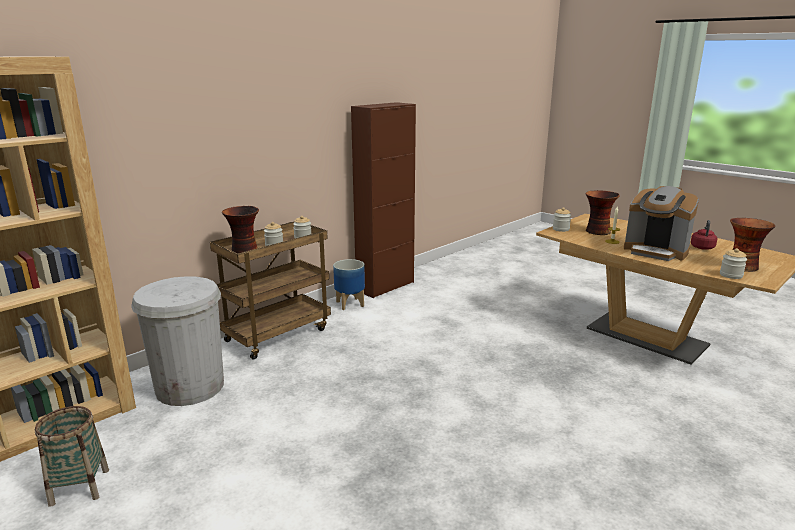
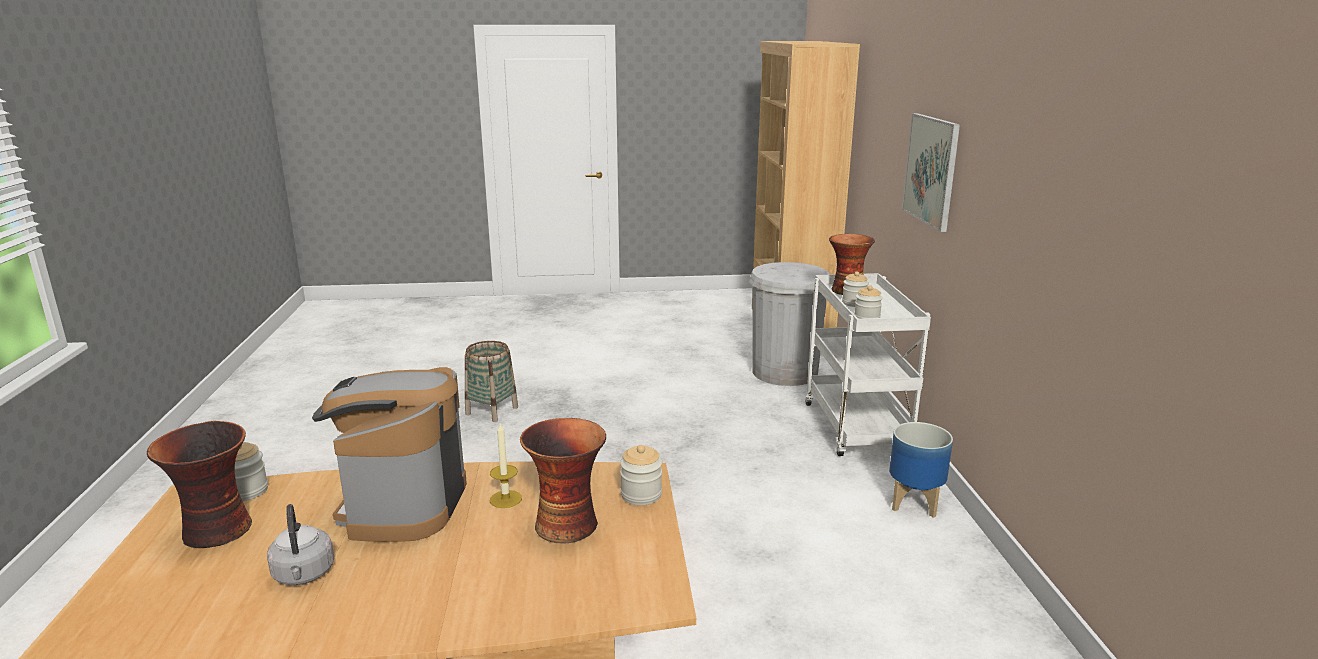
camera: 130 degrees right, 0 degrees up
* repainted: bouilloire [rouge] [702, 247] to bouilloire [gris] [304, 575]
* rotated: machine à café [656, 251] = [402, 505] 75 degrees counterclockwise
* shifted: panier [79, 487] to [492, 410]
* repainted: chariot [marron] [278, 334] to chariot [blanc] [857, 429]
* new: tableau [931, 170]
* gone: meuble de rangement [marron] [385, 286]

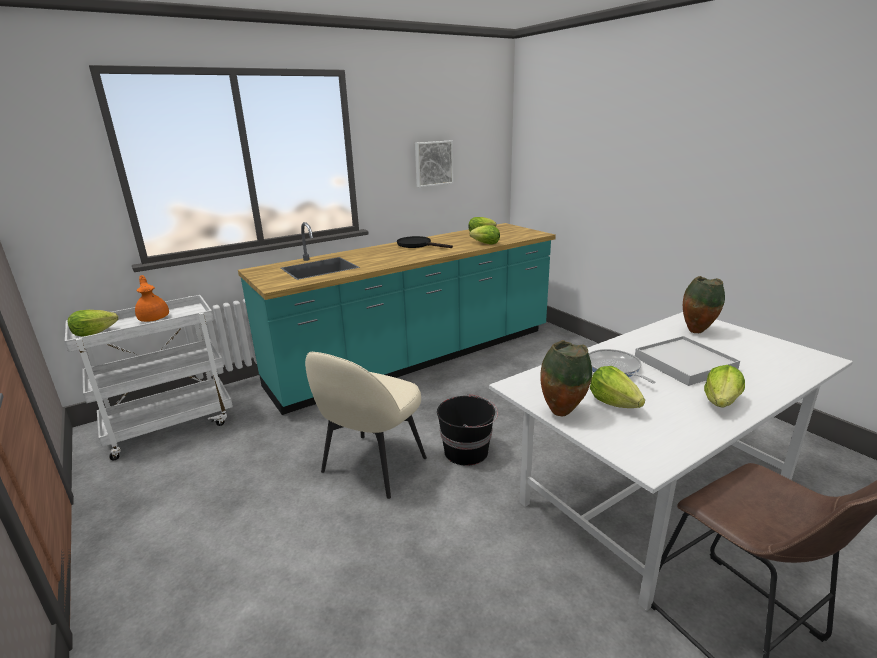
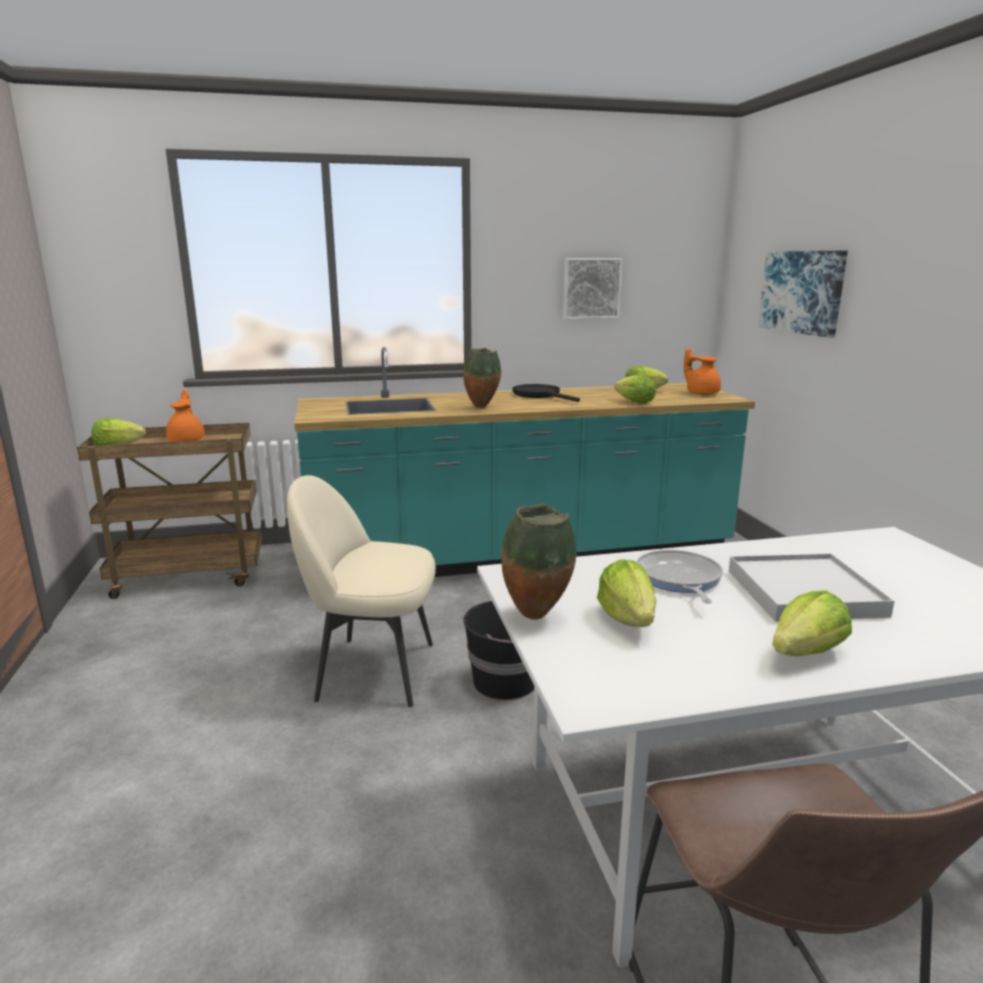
camera: 20 degrees right, 5 degrees down
* repainted: chariot [blanc] [171, 425] to chariot [marron] [191, 576]
* rotated: chaise [beige] [372, 466] = [372, 670] 45 degrees clockwise
* shifted: vase [697, 331] to [482, 407]
* new: théière [orange] [701, 393]
* new: tableau [802, 292]

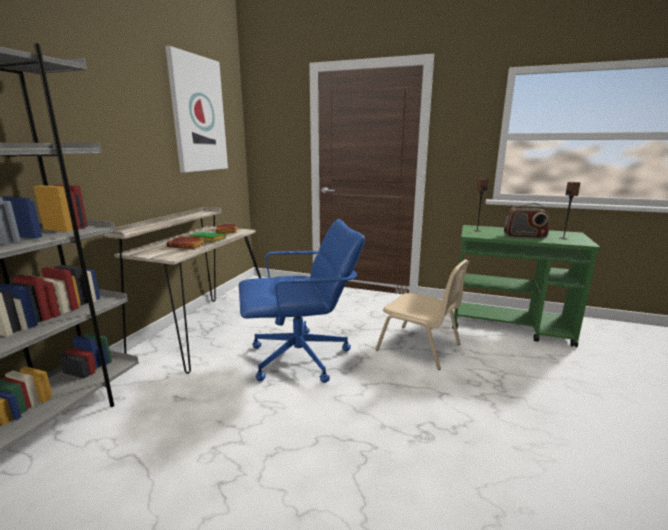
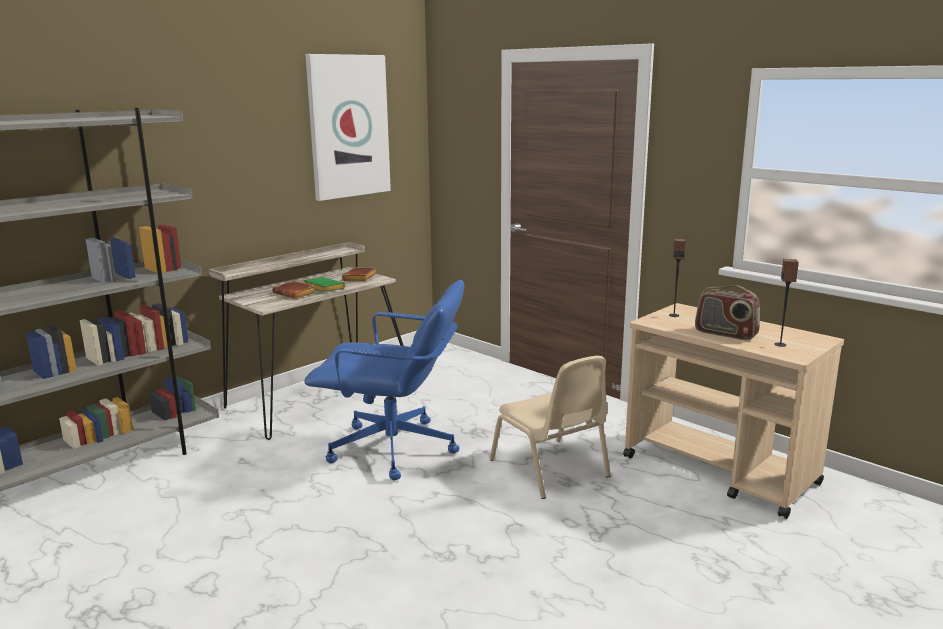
camera: 25 degrees right, 0 degrees up
* repainted: chariot [vert] [510, 326] to chariot [beige] [720, 471]

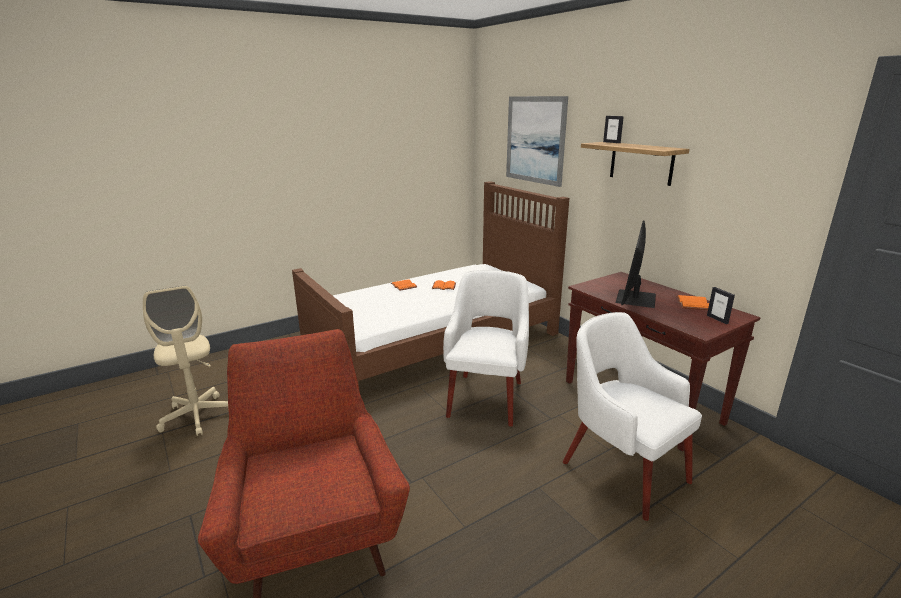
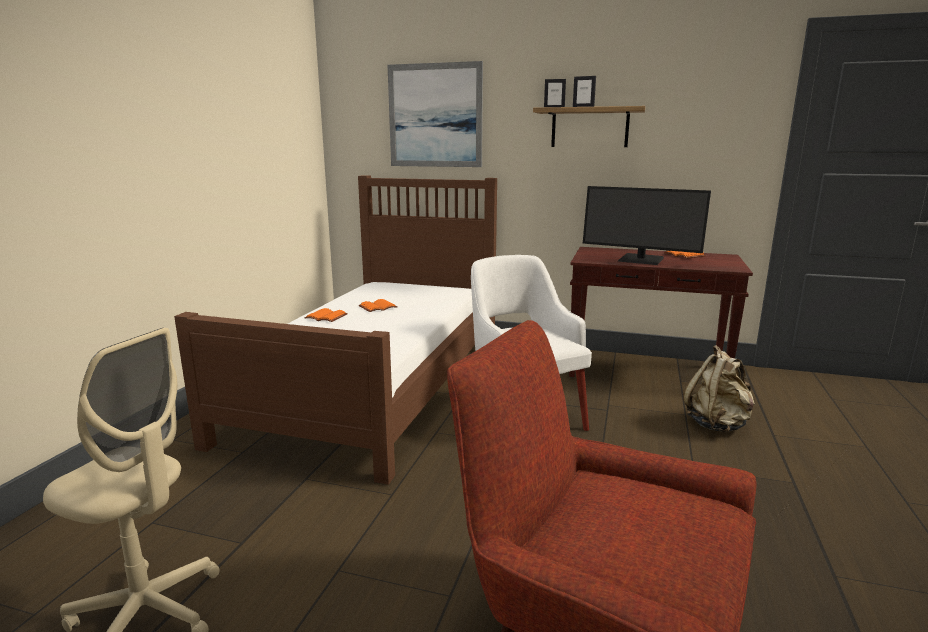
camera: 40 degrees left, 5 degrees down
* shifted: cadre photo [717, 319] to [583, 107]
* rotated: écran d'ordinateur [634, 298] = [640, 260] 45 degrees counterclockwise
* swapped: fauteuil [blanc] [621, 469] to sac à dos [beige] [717, 424]

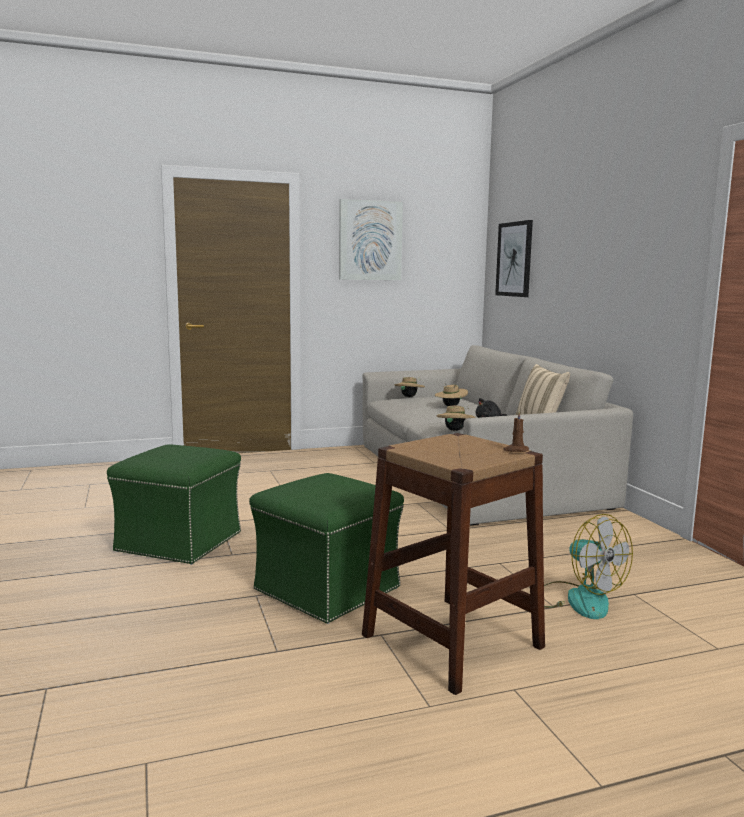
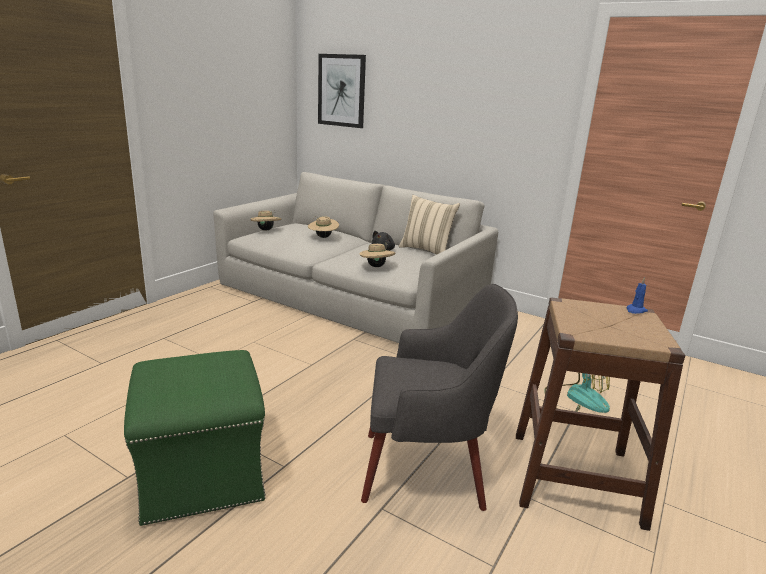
camera: 40 degrees left, 10 degrees up
* swapped: pouf [vert] [326, 589] to fauteuil [gris] [425, 469]
* repainted: bougie [marron] [515, 450] to bougie [bleu] [635, 310]
* gone: tableau [370, 240]

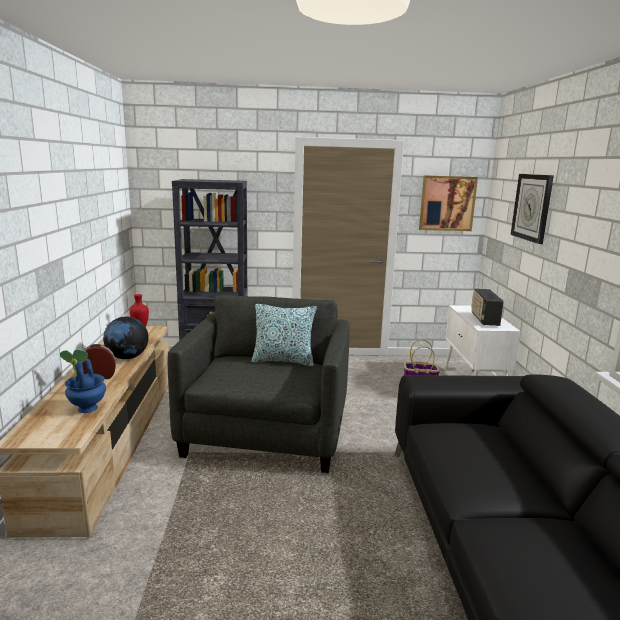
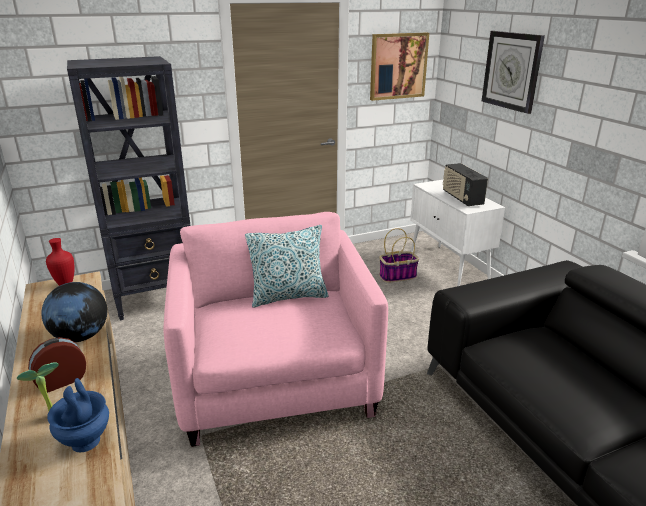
camera: 20 degrees left, 10 degrees up
* repainted: fauteuil [gris] [267, 432] to fauteuil [rose] [275, 381]

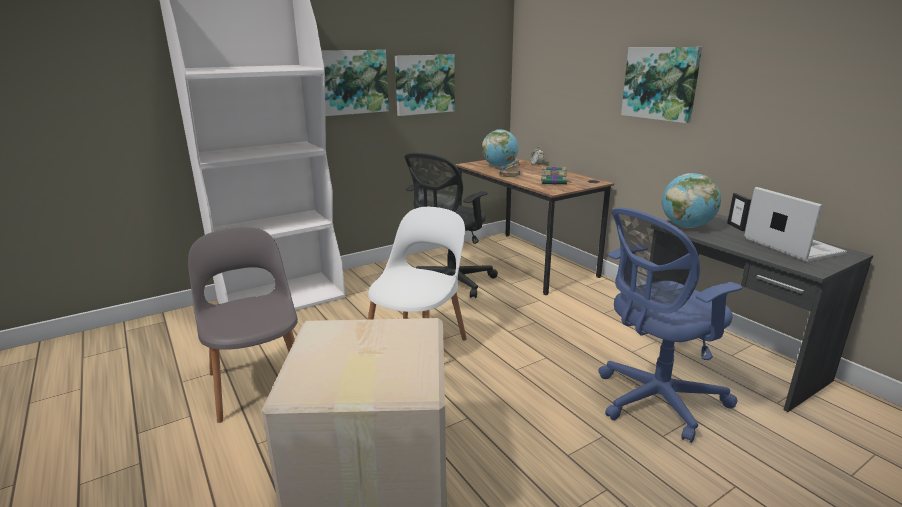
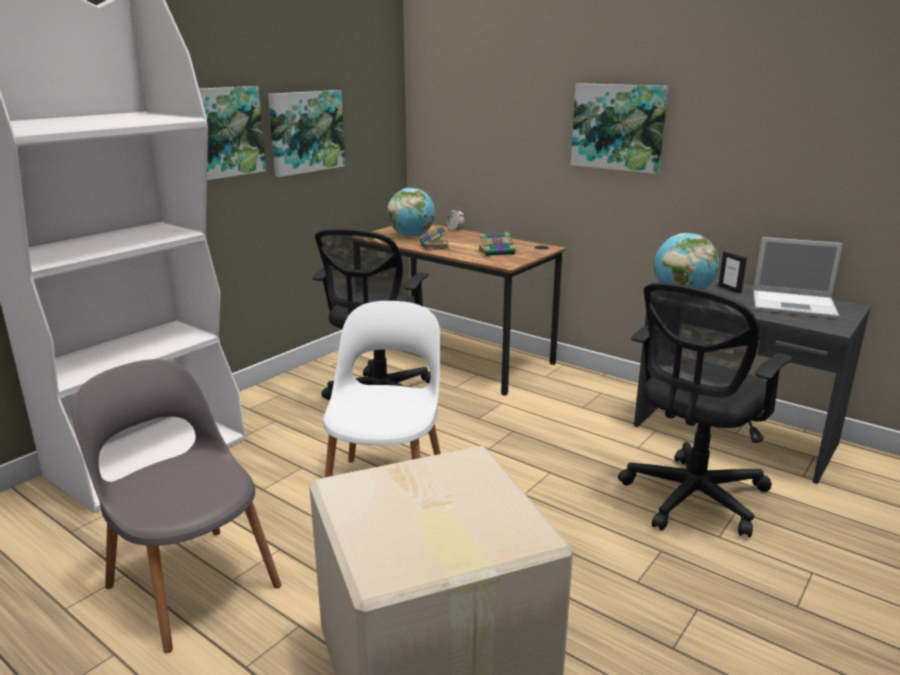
camera: 20 degrees left, 0 degrees up
* repainted: chaise de bureau [bleu] [654, 401] to chaise de bureau [noir] [690, 499]
* rotated: ordinateur portable [790, 245] = [795, 305] 150 degrees clockwise

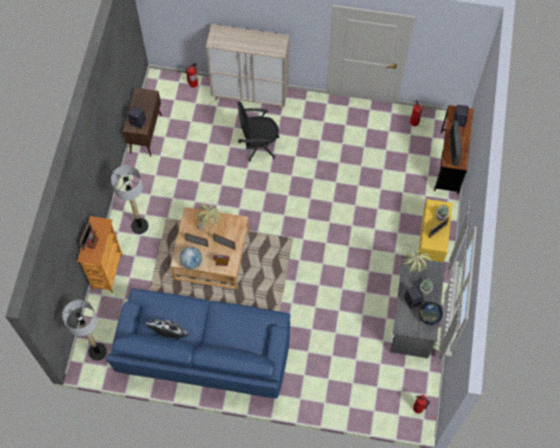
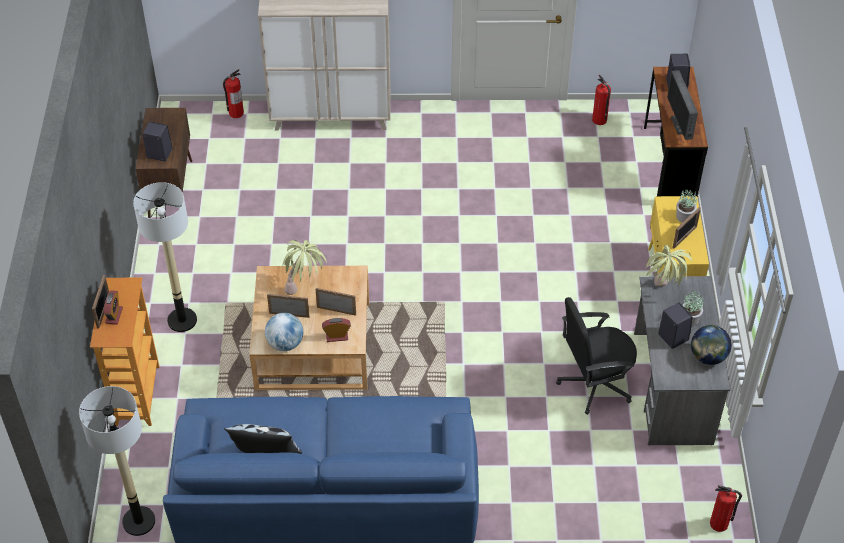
camera: 10 degrees left, 15 degrees down
* shifted: chaise de bureau [noir] [258, 145] to [594, 383]

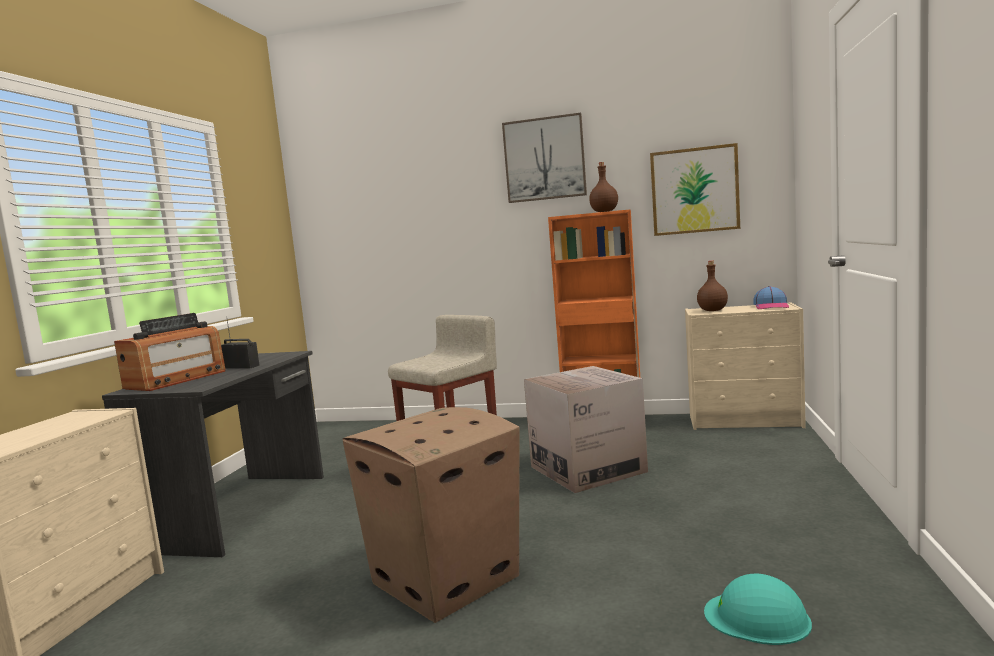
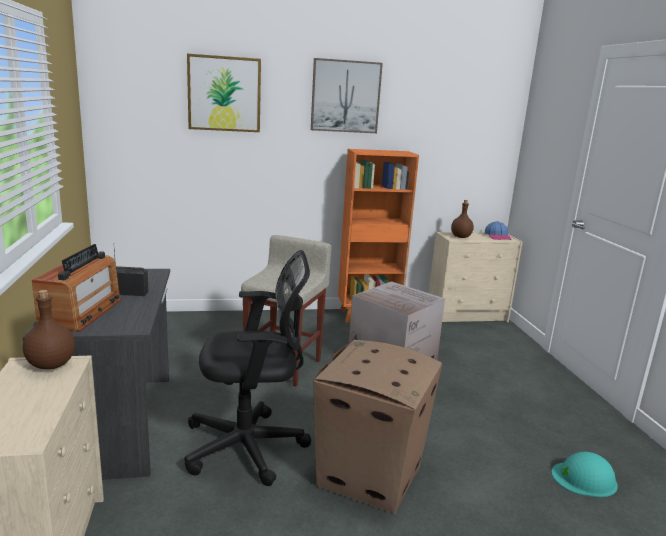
camera: 25 degrees left, 10 degrees up
* shifted: bouteille [marron] [604, 212] to [51, 364]
* new: chaise de bureau [noir] [250, 447]
* shifted: tableau [694, 190] to [224, 94]

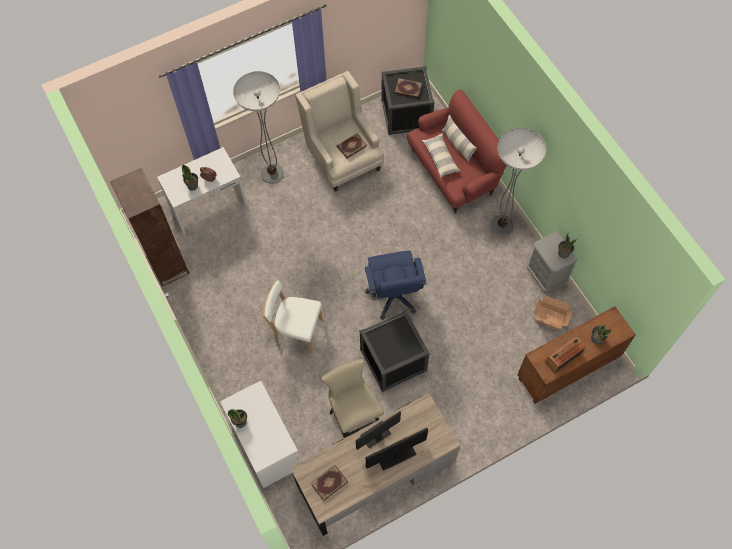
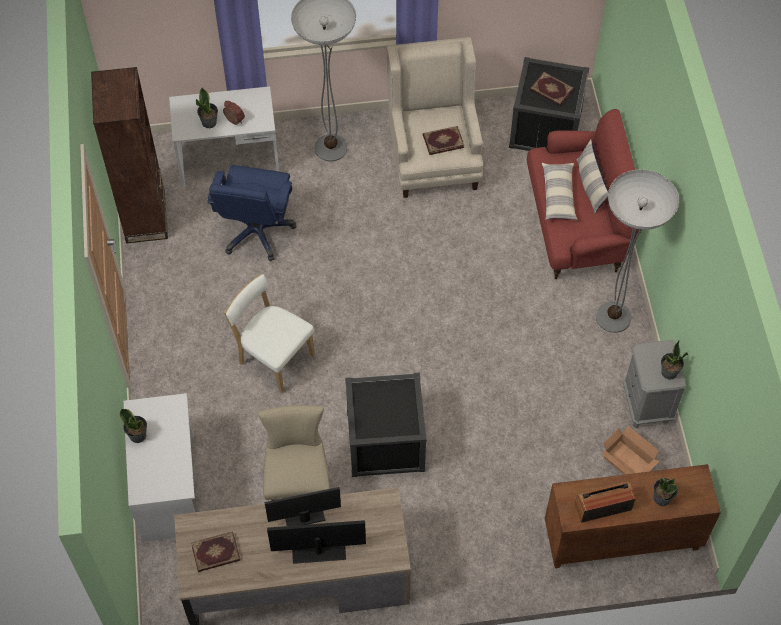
camera: 20 degrees right, 5 degrees down
* shifted: chaise de bureau [bleu] [394, 296] to [256, 231]

